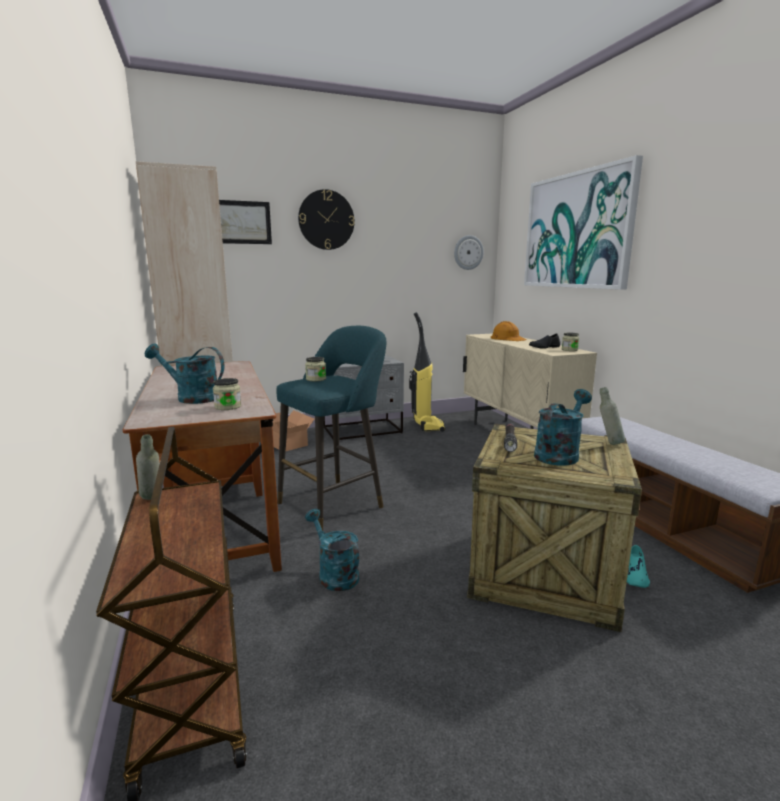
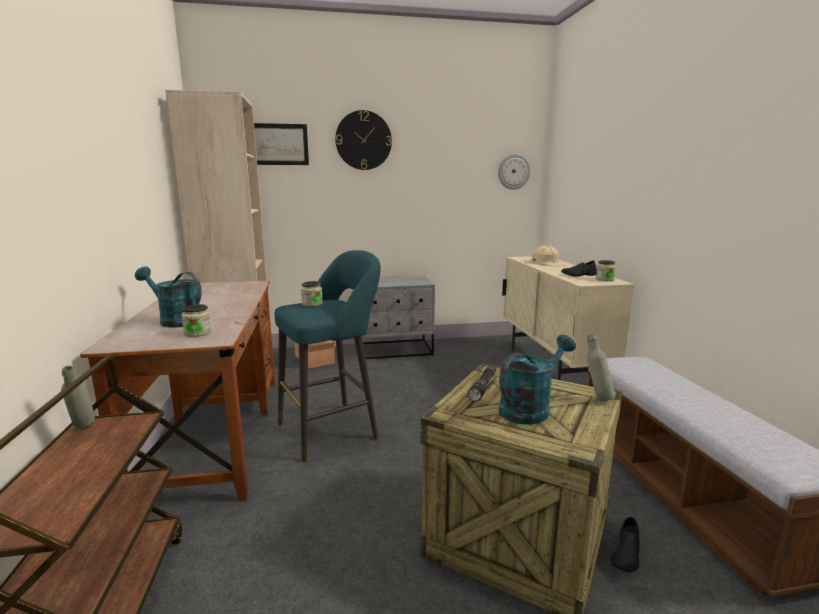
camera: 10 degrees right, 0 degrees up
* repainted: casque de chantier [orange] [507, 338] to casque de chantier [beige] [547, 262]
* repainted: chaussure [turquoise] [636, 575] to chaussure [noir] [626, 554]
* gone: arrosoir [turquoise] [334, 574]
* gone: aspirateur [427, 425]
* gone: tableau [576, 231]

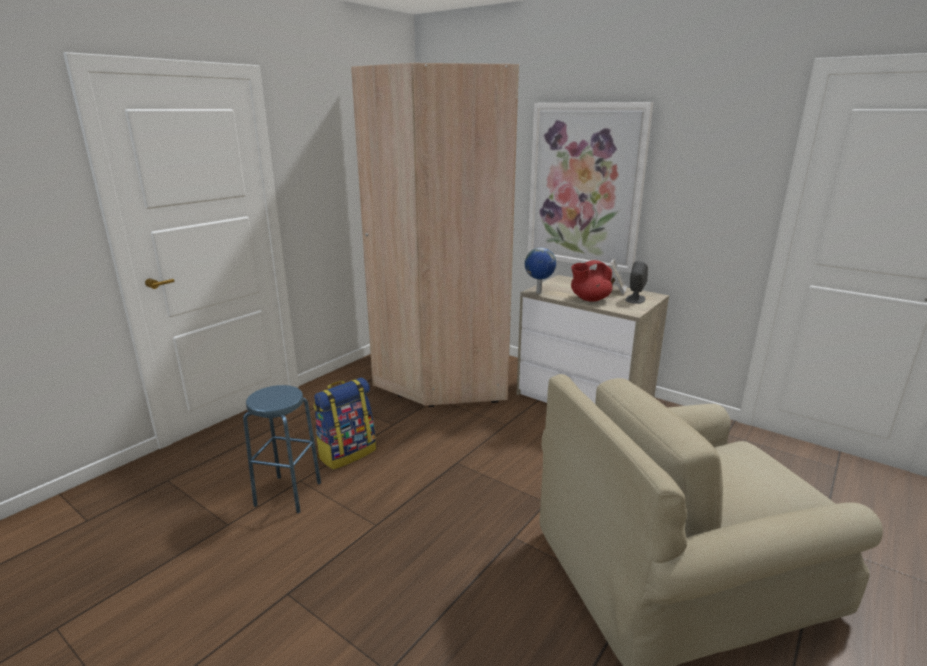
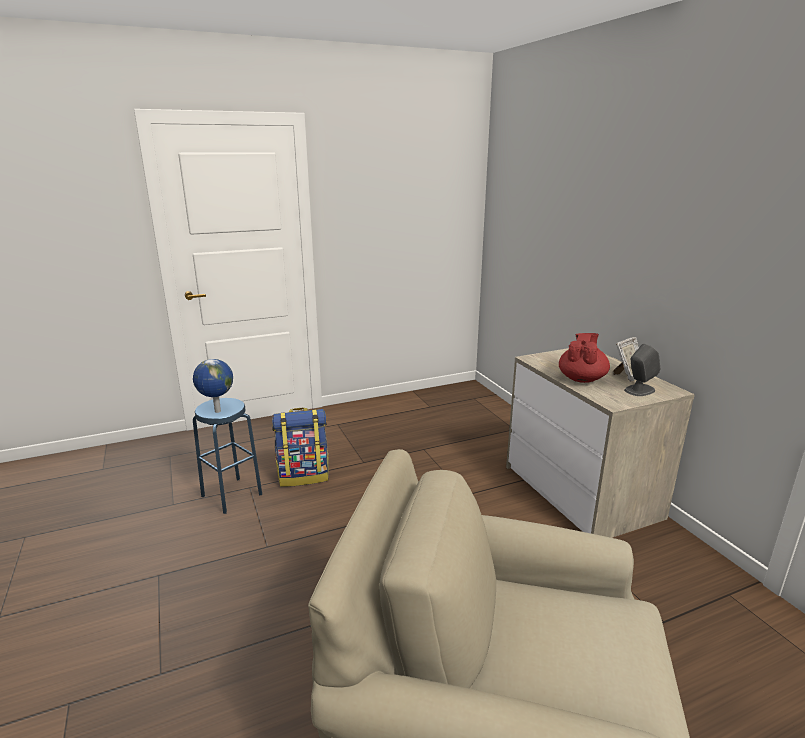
camera: 30 degrees right, 0 degrees up
* shifted: globe [538, 293] to [217, 411]
* rotated: théière [rouge] [589, 299] = [582, 379] 105 degrees clockwise
* gone: armoire [beige] [437, 374]
* gone: tableau [585, 186]

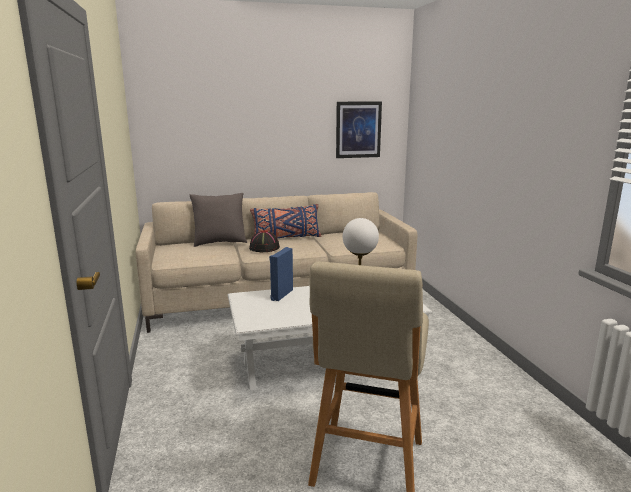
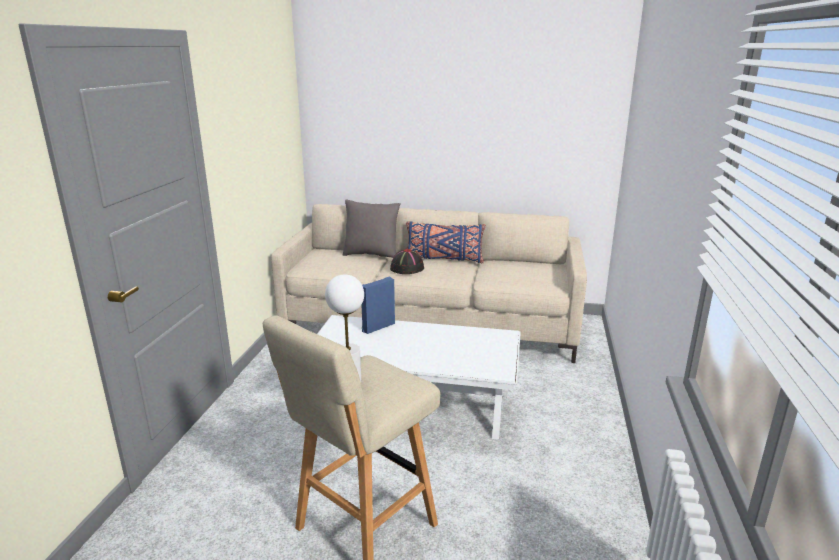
camera: 25 degrees right, 5 degrees up
* gone: tableau [358, 129]

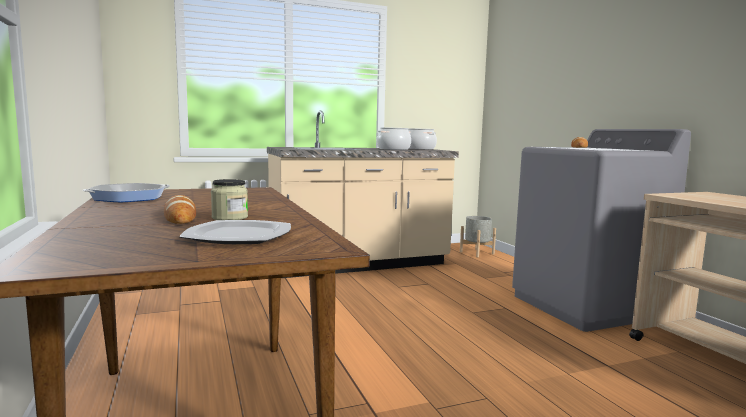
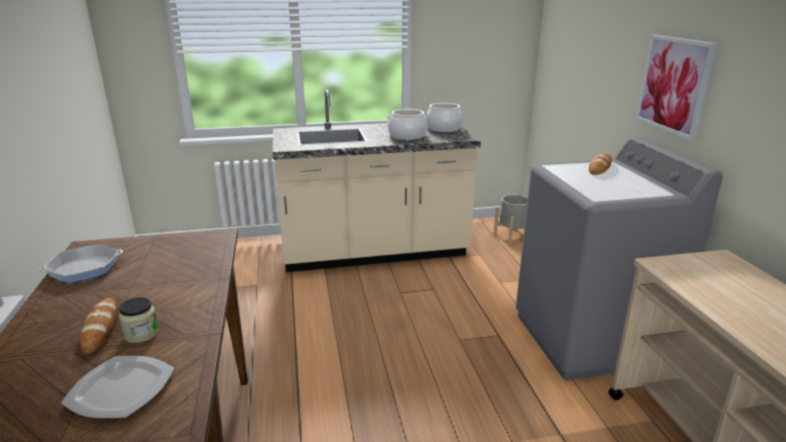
camera: 10 degrees right, 15 degrees up
* new: tableau [674, 85]

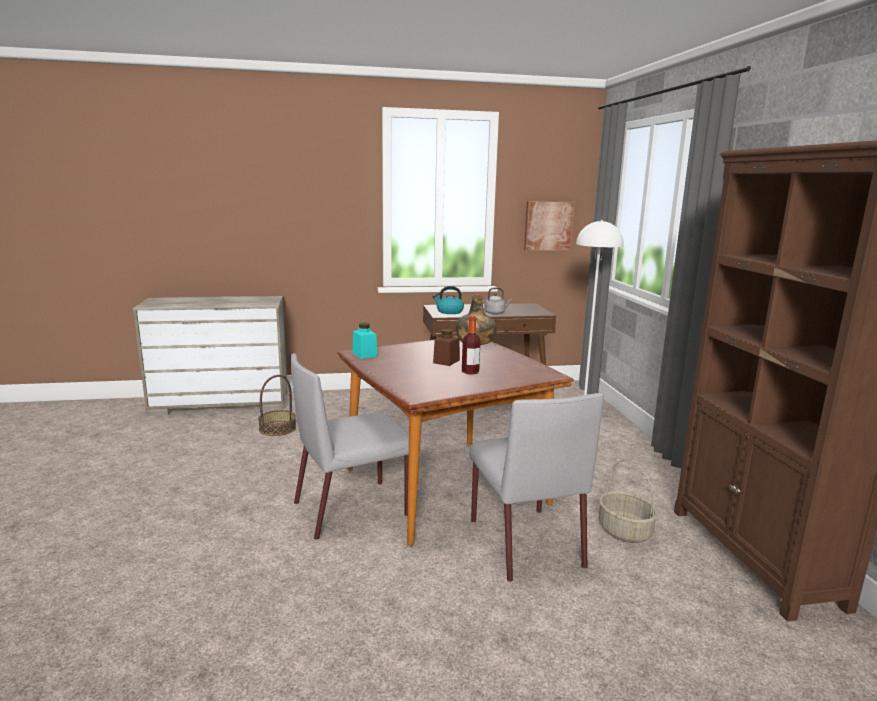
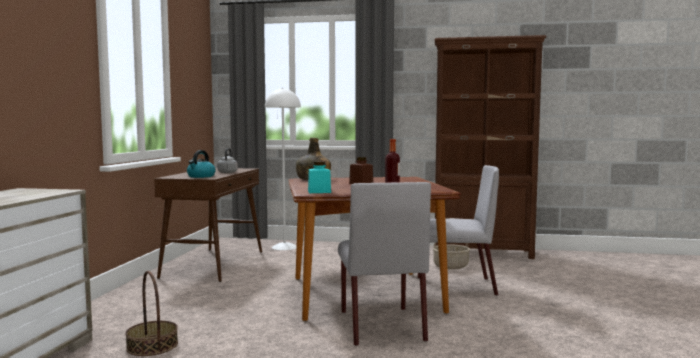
camera: 70 degrees left, 10 degrees down
* gone: tableau [548, 226]

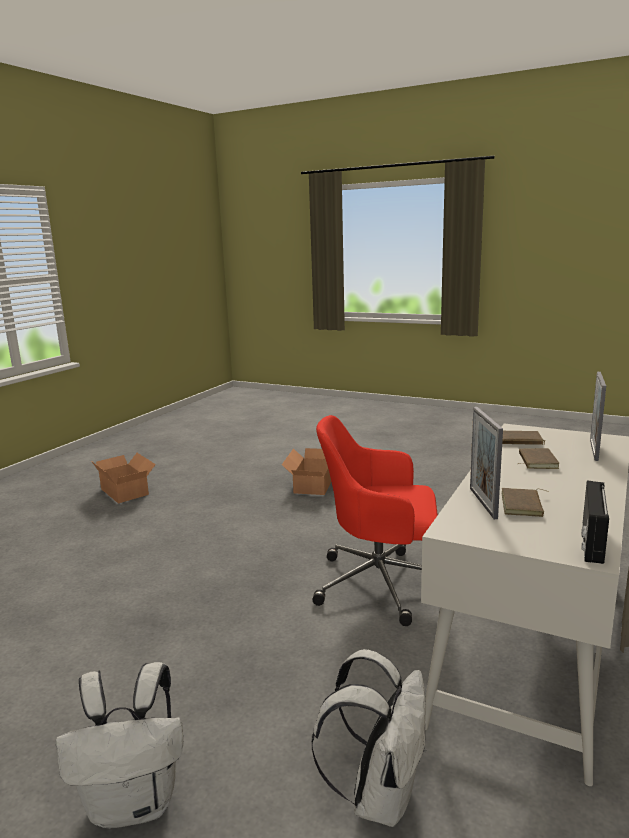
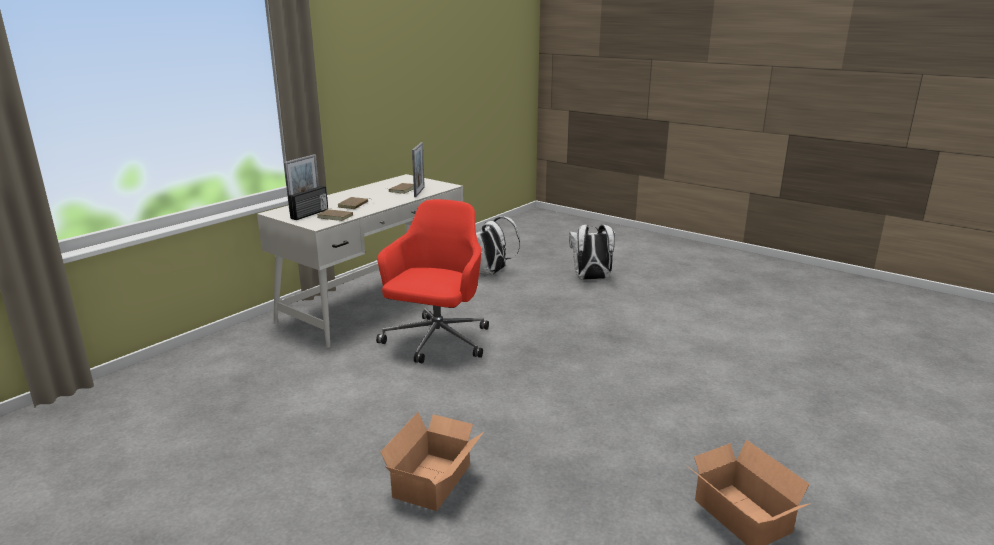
camera: 170 degrees left, 5 degrees up
* shifted: radio [590, 541] to [310, 214]
* rotated: chaise de bureau [rouge] [380, 584] = [436, 341] 90 degrees counterclockwise

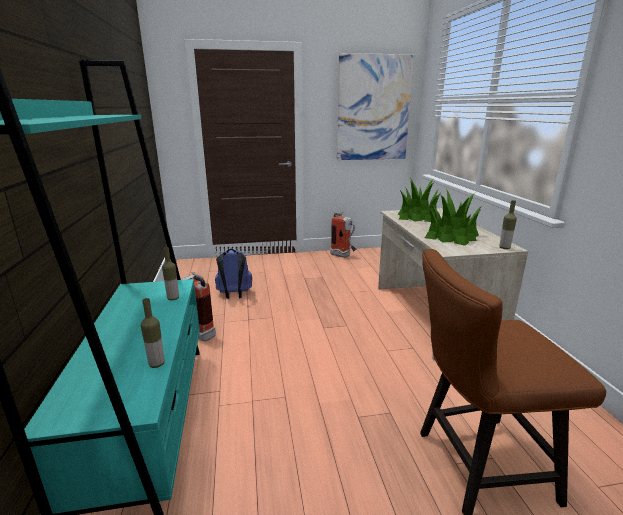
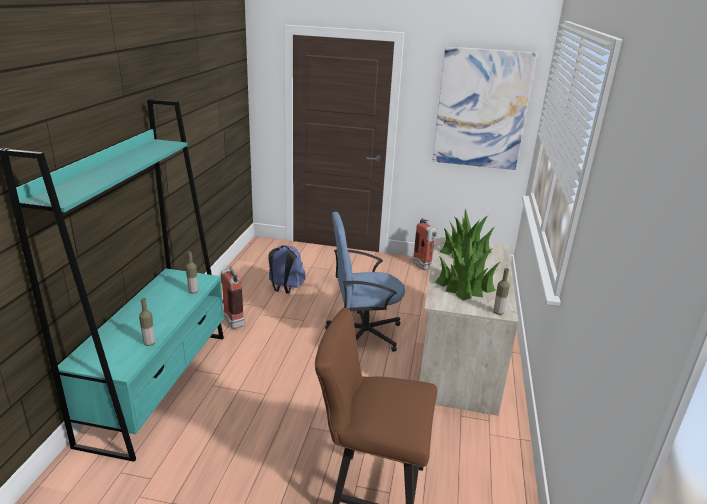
camera: 20 degrees right, 5 degrees up
* new: chaise de bureau [bleu] [363, 333]

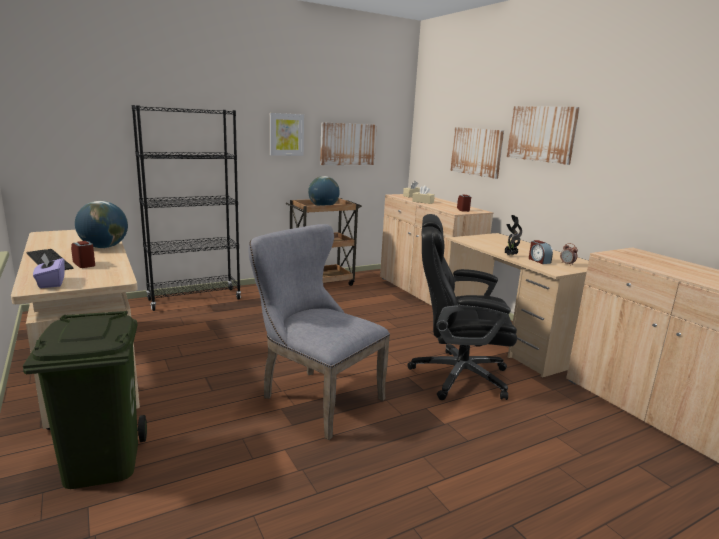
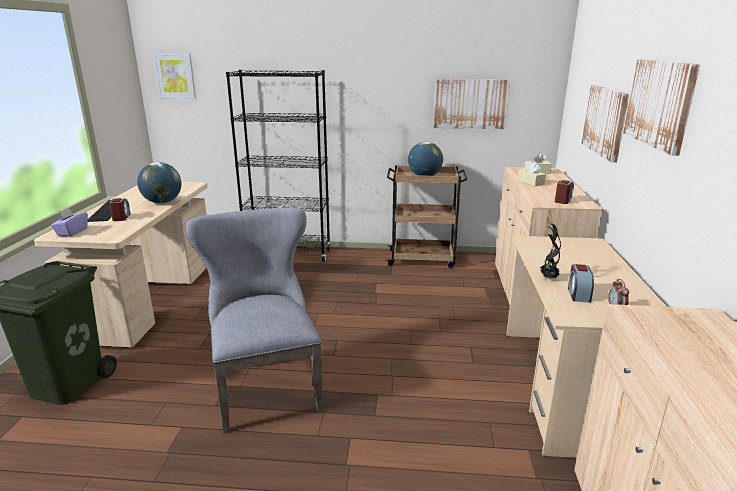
camera: 35 degrees right, 5 degrees up
* shifted: tableau [286, 134] to [175, 76]
* gone: chaise de bureau [noir] [457, 376]

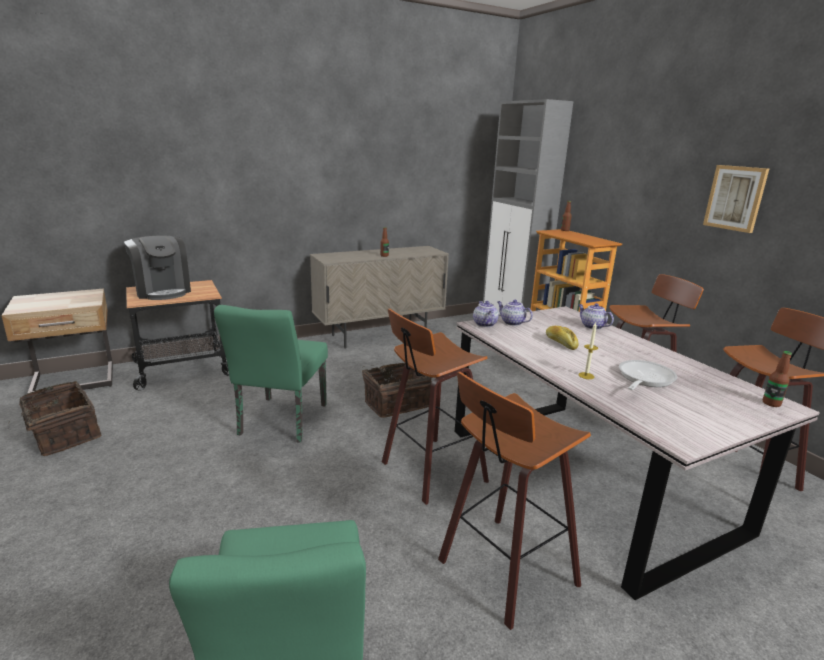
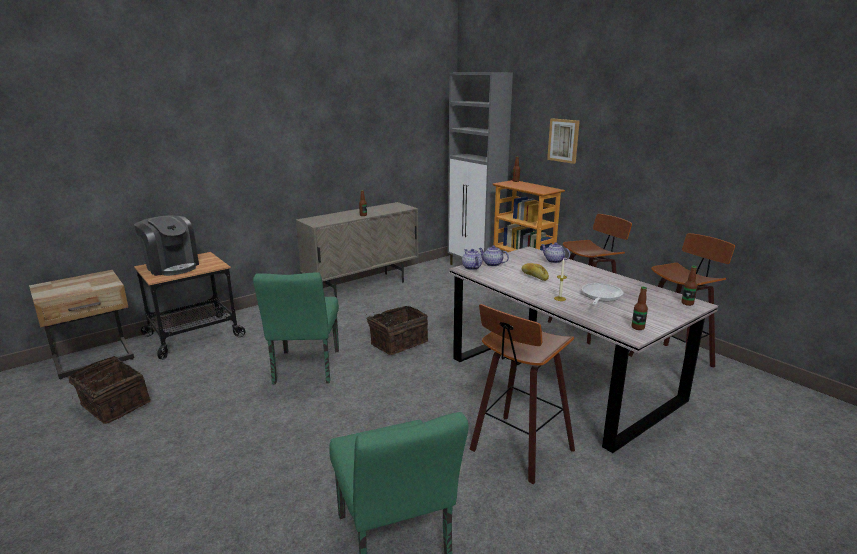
camera: 10 degrees left, 0 degrees up
* shifted: tableau [735, 198] to [563, 140]
* new: bouteille [638, 327]
* gone: tabouret [430, 471]

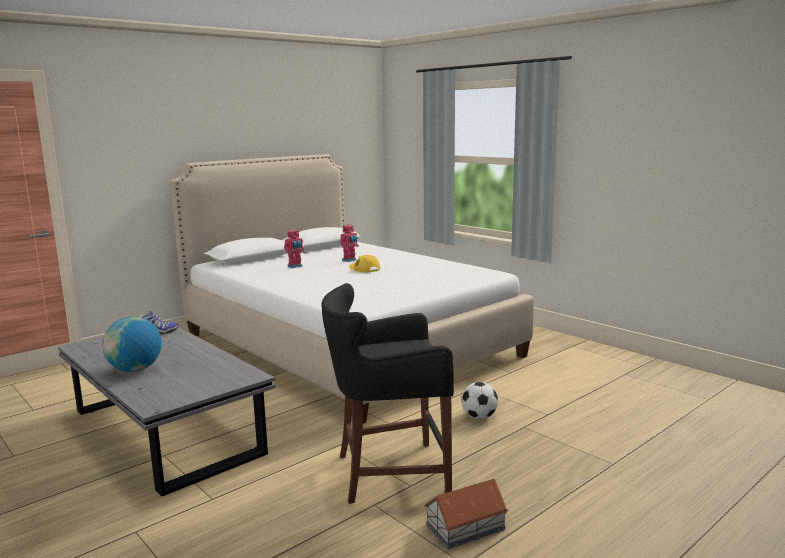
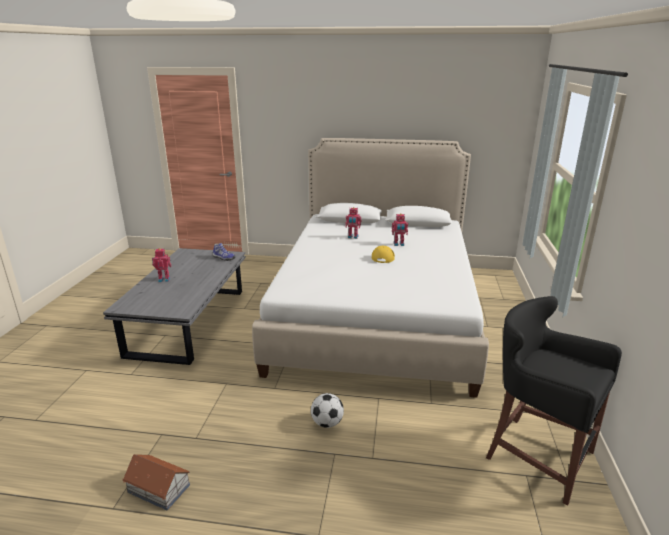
camera: 50 degrees right, 10 degrees up
* swapped: globe [135, 370] to robot jouet [164, 279]
* shifted: tabouret [noir] [388, 473] to [536, 454]

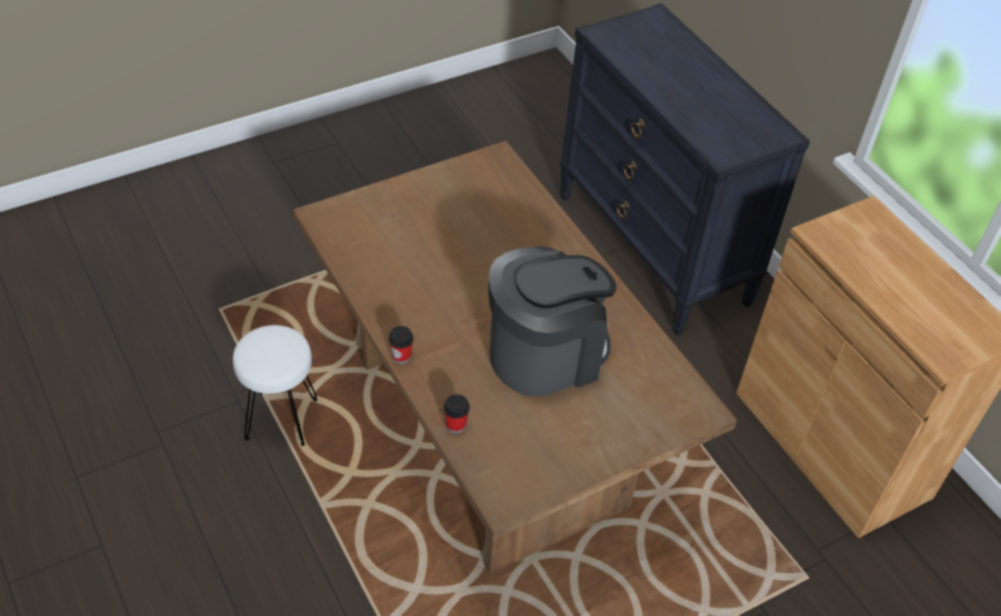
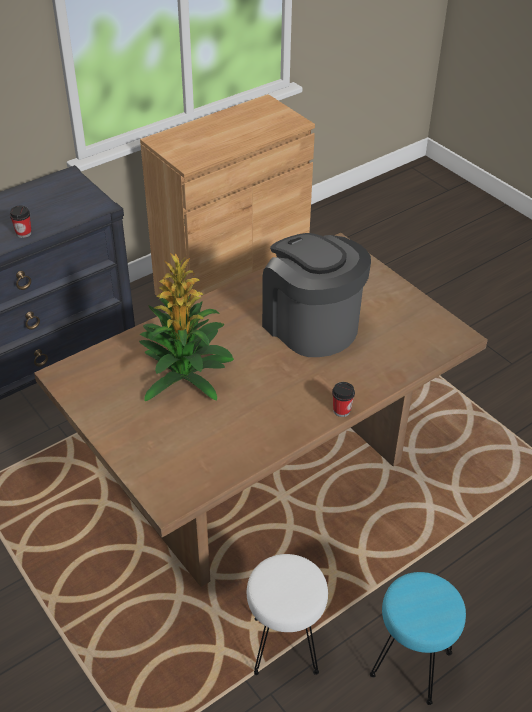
camera: 95 degrees left, 5 degrees down
* shifted: tasse [455, 425] to [23, 233]
* new: plante en pot [186, 374]
* new: tabouret [turquoise] [410, 665]

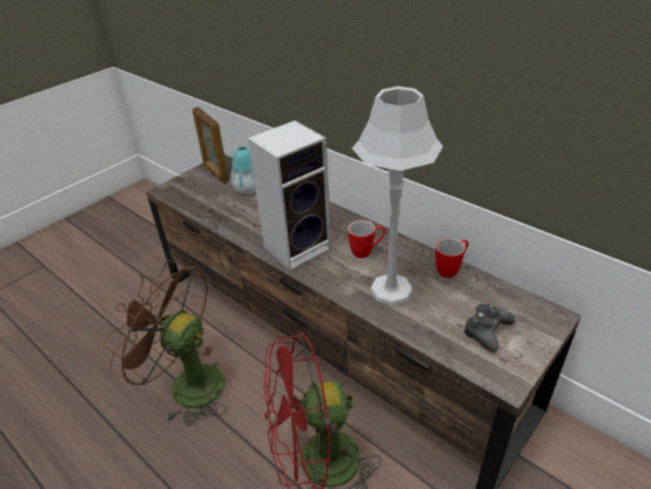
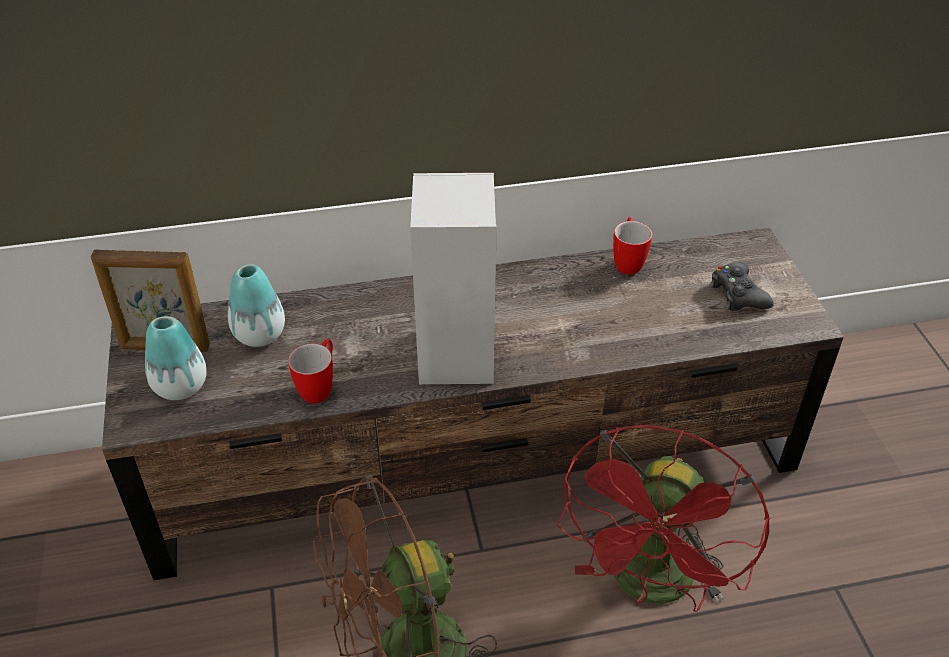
camera: 55 degrees left, 5 degrees up
* new: vase [180, 386]
* shifted: mug [366, 251] to [320, 387]
* gone: lampe de table [gris] [391, 289]

